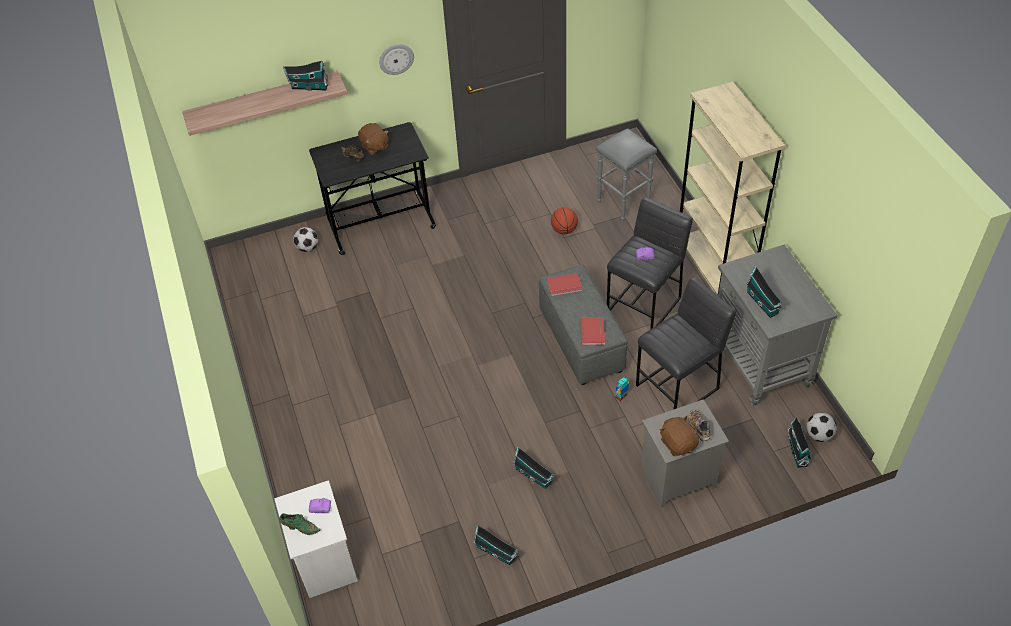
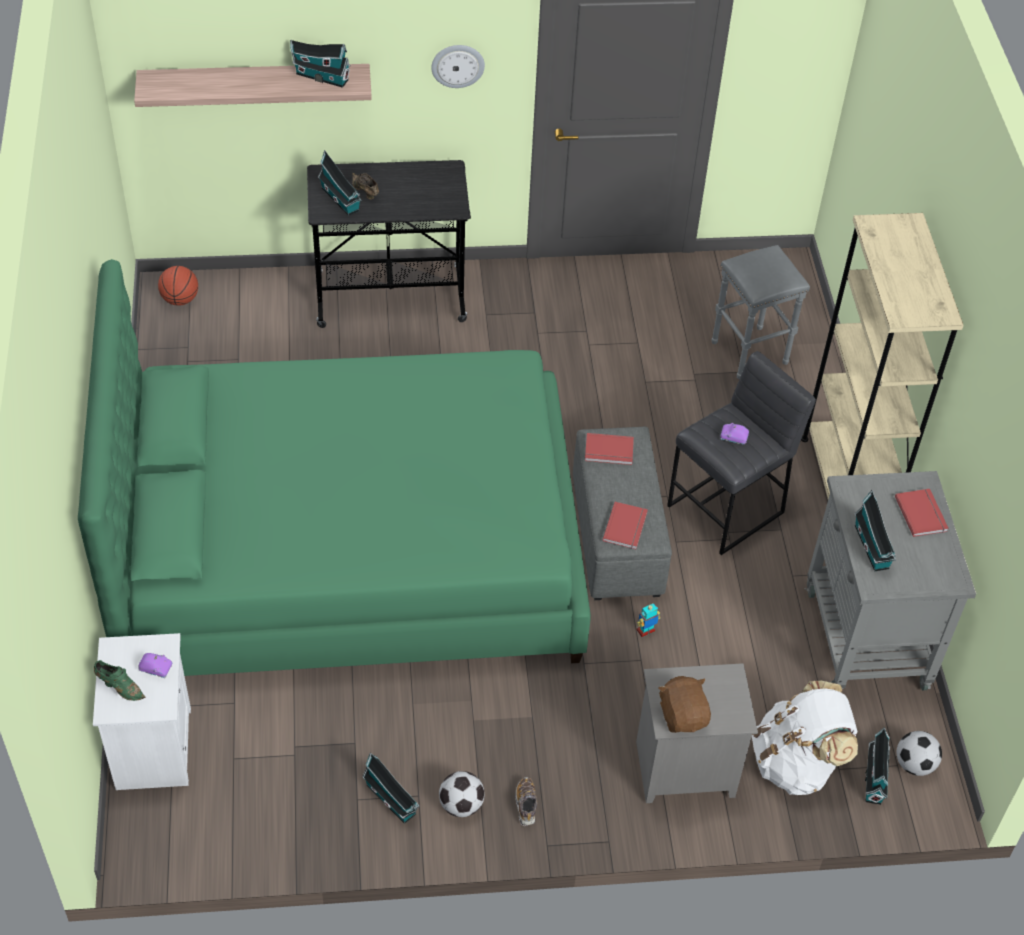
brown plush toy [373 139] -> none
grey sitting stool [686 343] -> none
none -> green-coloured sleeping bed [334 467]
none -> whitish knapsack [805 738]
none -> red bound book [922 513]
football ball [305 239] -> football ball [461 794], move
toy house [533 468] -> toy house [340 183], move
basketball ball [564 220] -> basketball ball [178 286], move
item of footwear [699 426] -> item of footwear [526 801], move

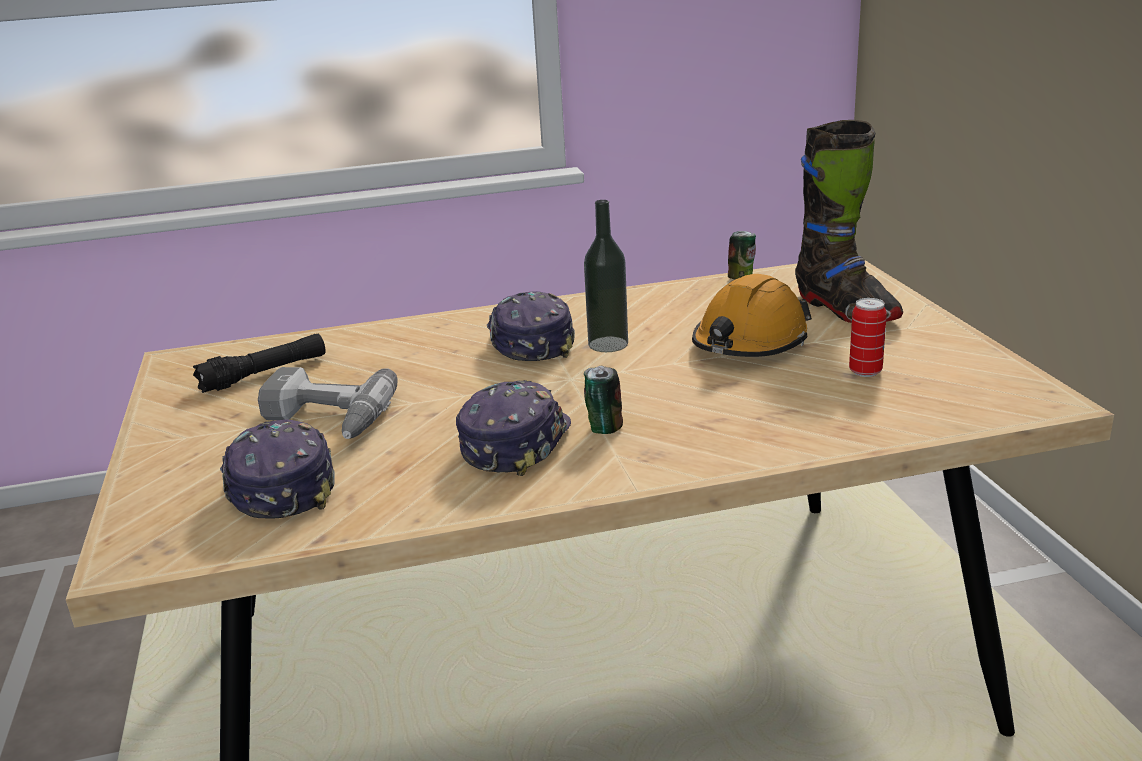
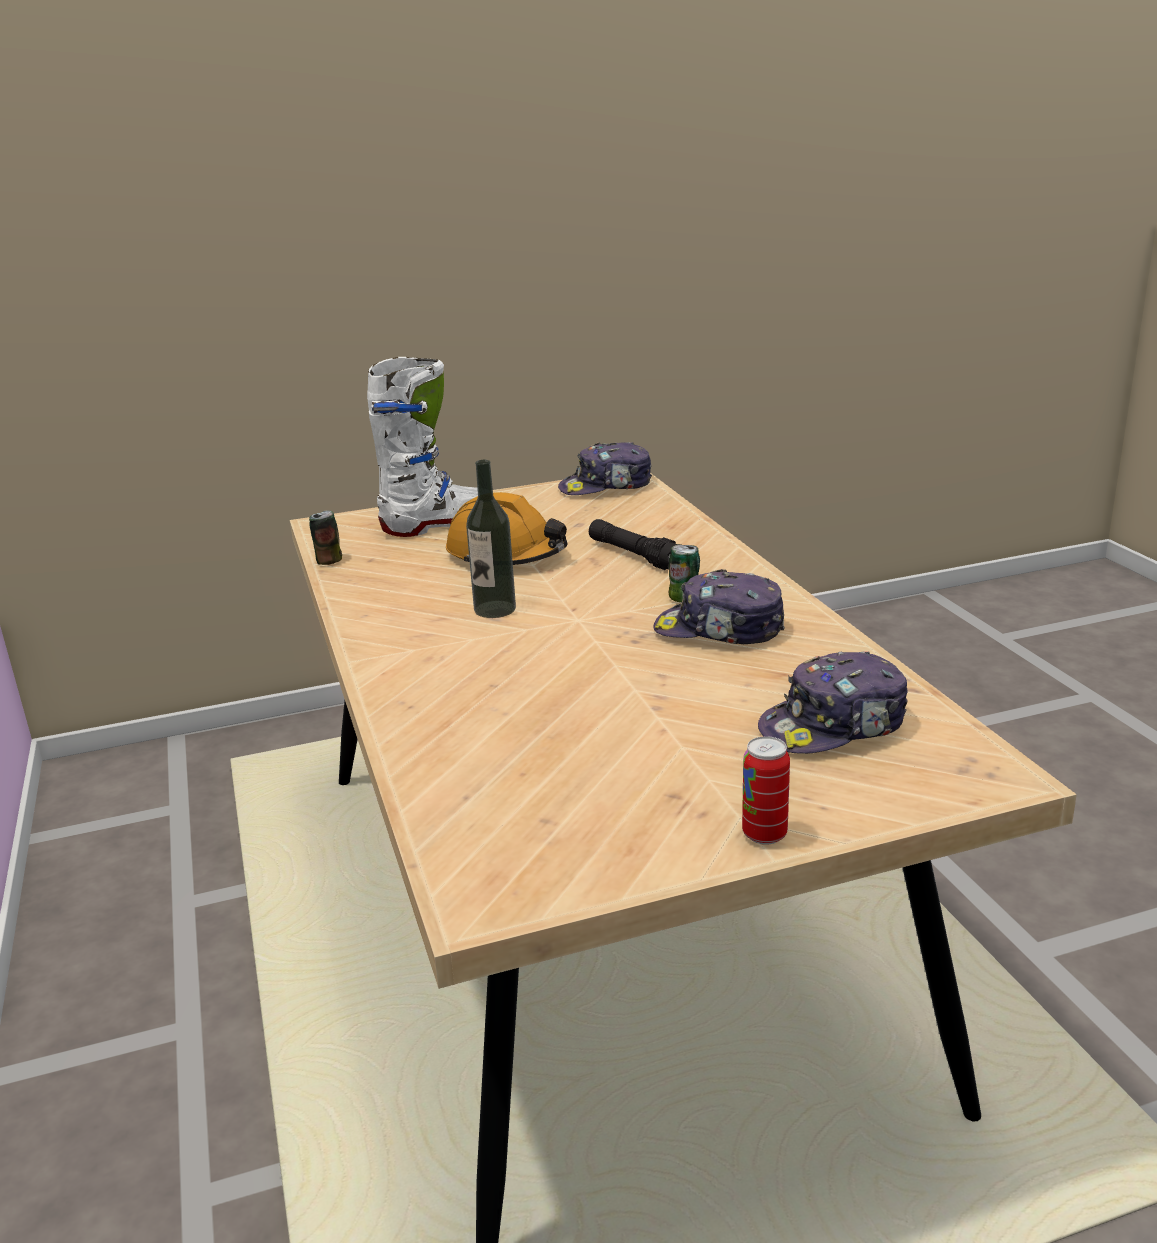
power drill [328 403] -> none
black-coloured hand torch [259 363] -> black-coloured hand torch [632 544], move
baseball cap [531 326] -> baseball cap [605 468], move
metal can [868 337] -> metal can [766 790], move
black-coloured tall boot [849 221] -> whitish tall boot [422 447]

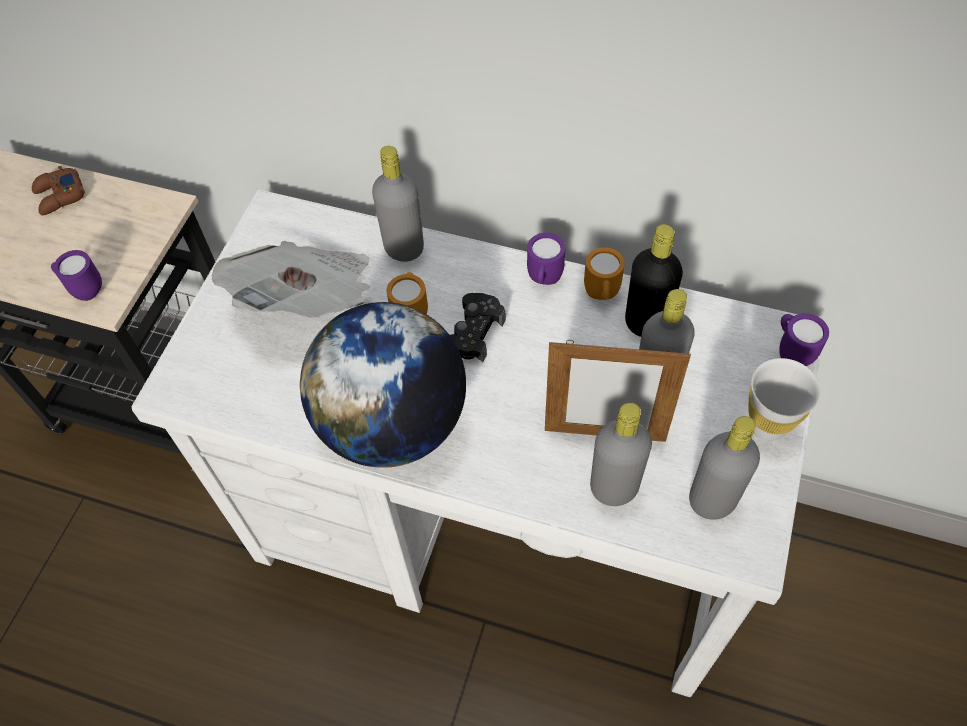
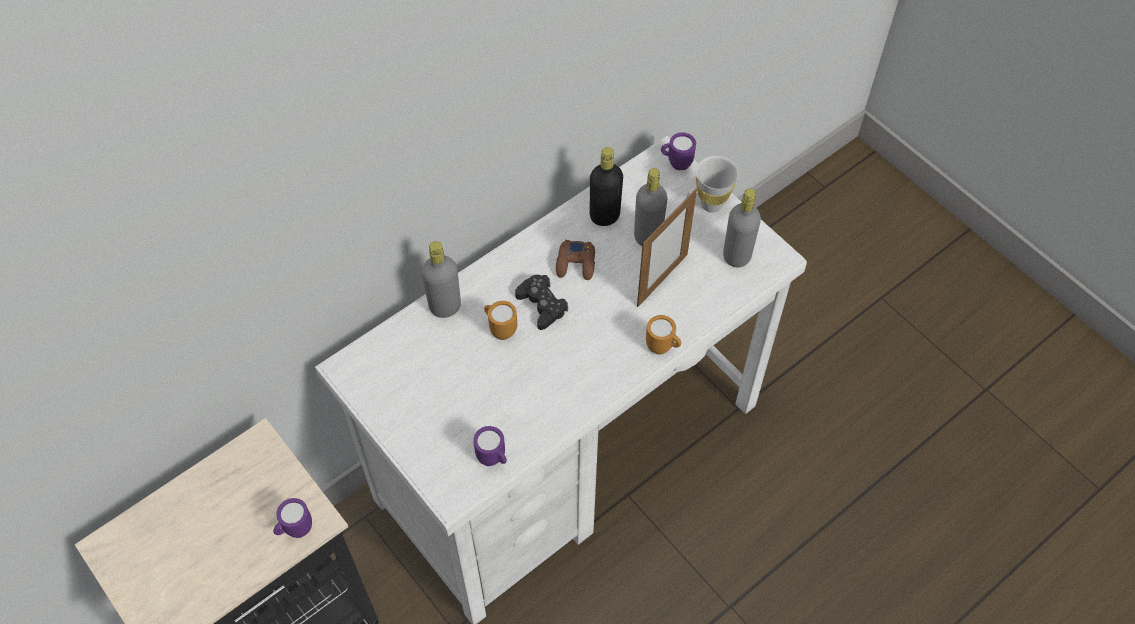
newspaper [291 279] -> none
world globe [383 385] -> none
grey drink bottle [621 454] -> none
brown game controller [58 190] -> brown game controller [575 260], move
purple-coloured tea mug [546 258] -> purple-coloured tea mug [490 446], move
orange tea mug [604 273] -> orange tea mug [663 335], move

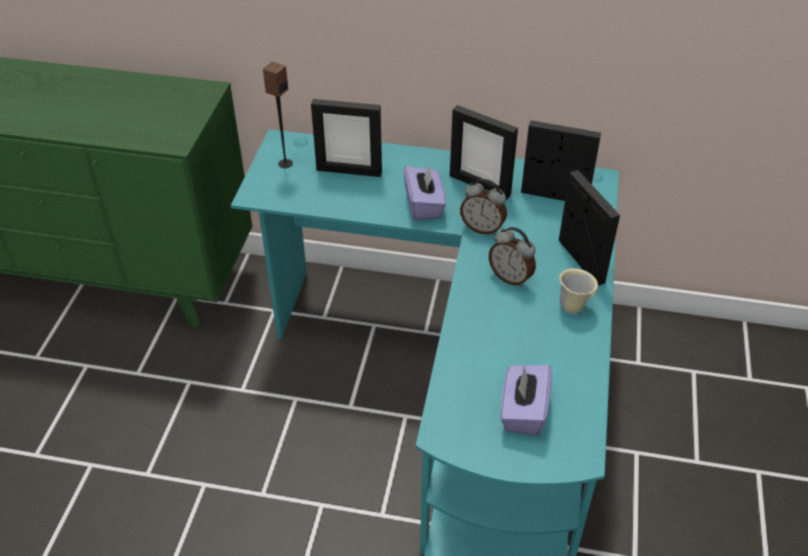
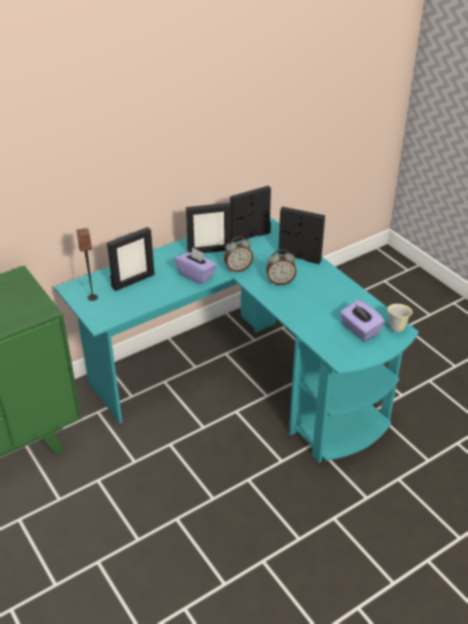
beige-coloured tea mug [578 291] -> beige-coloured tea mug [400 318], move

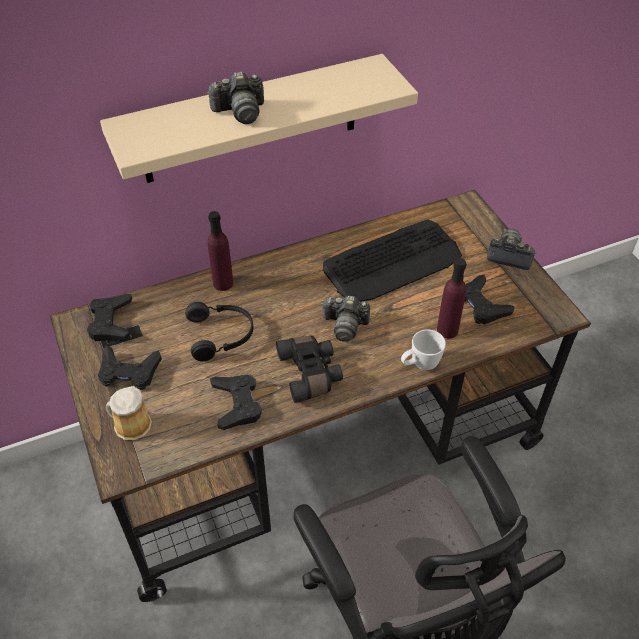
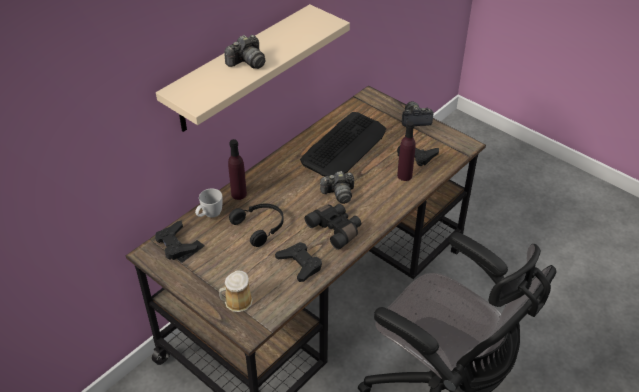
black-coloured game controller [130 368] -> none
whitish tea mug [423 349] -> whitish tea mug [209 202], move

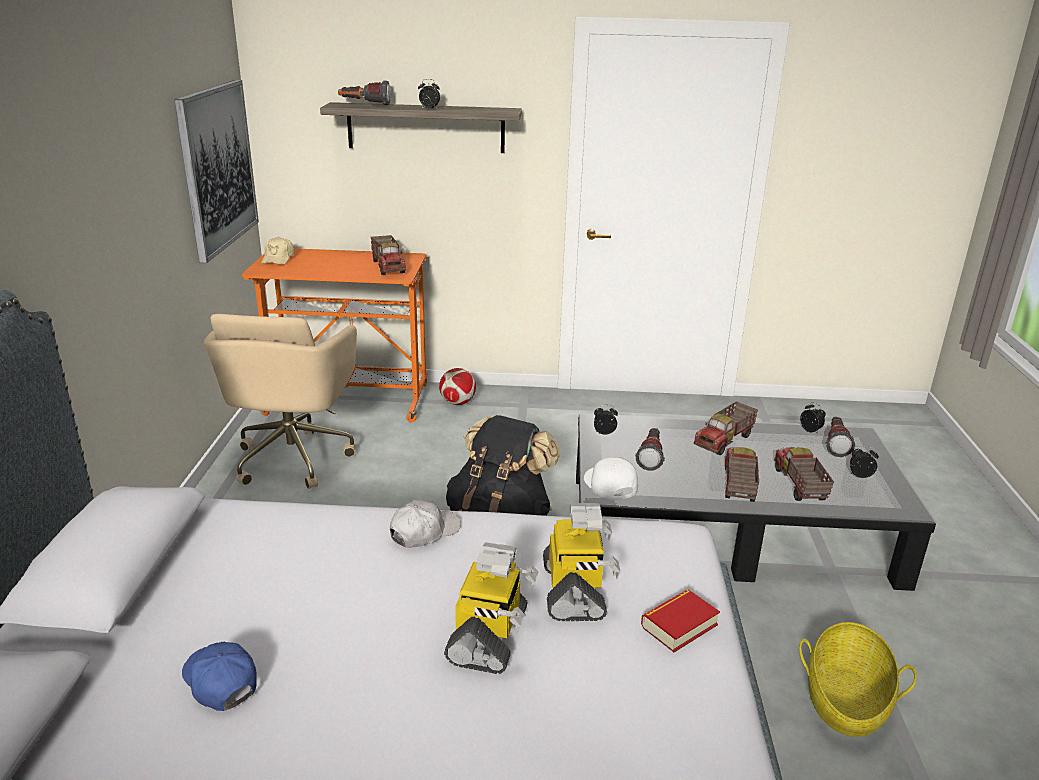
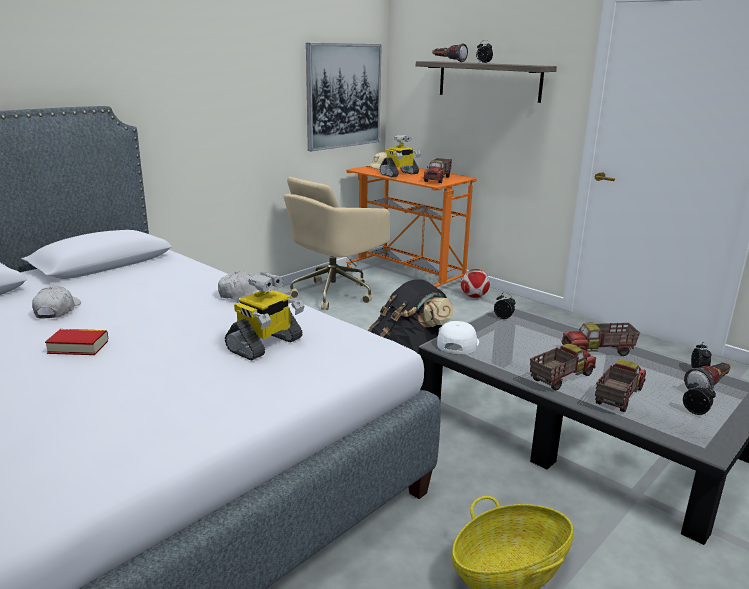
hand torch [650 449] -> none
model robot [491 608] -> model robot [400 156], move
bound book [680 620] -> bound book [77 342], move
blue baseball cap [219 676] -> whitish baseball cap [56 302]

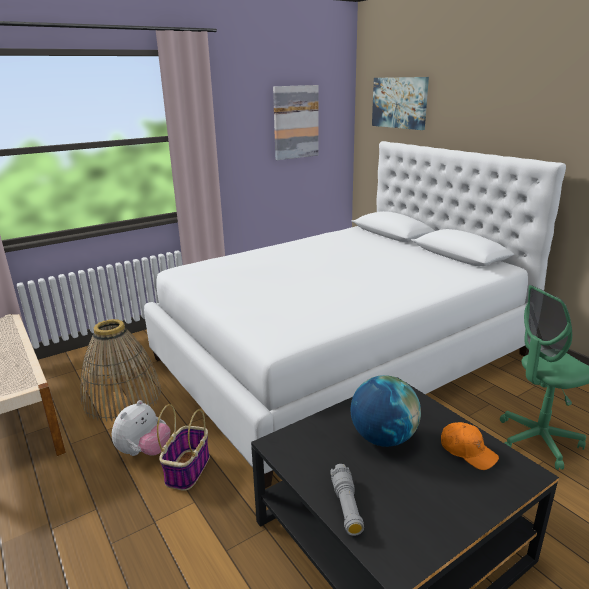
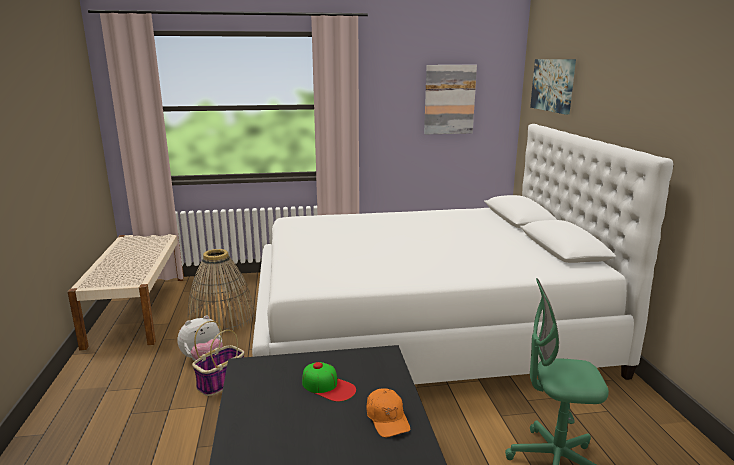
grey hand torch [347 500] -> none
world globe [385 411] -> baseball cap [329 382]

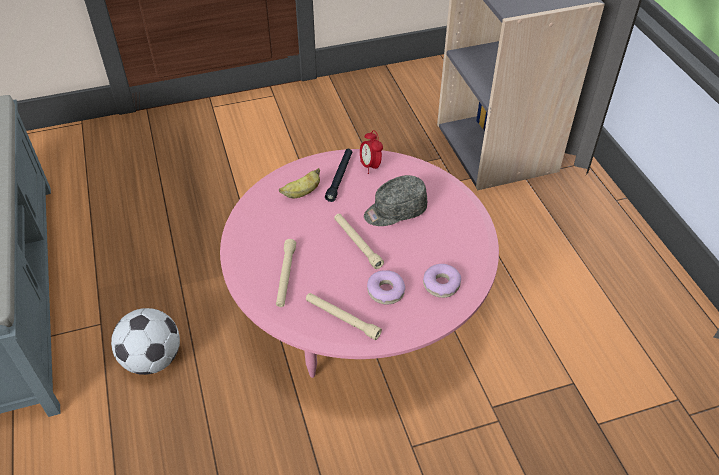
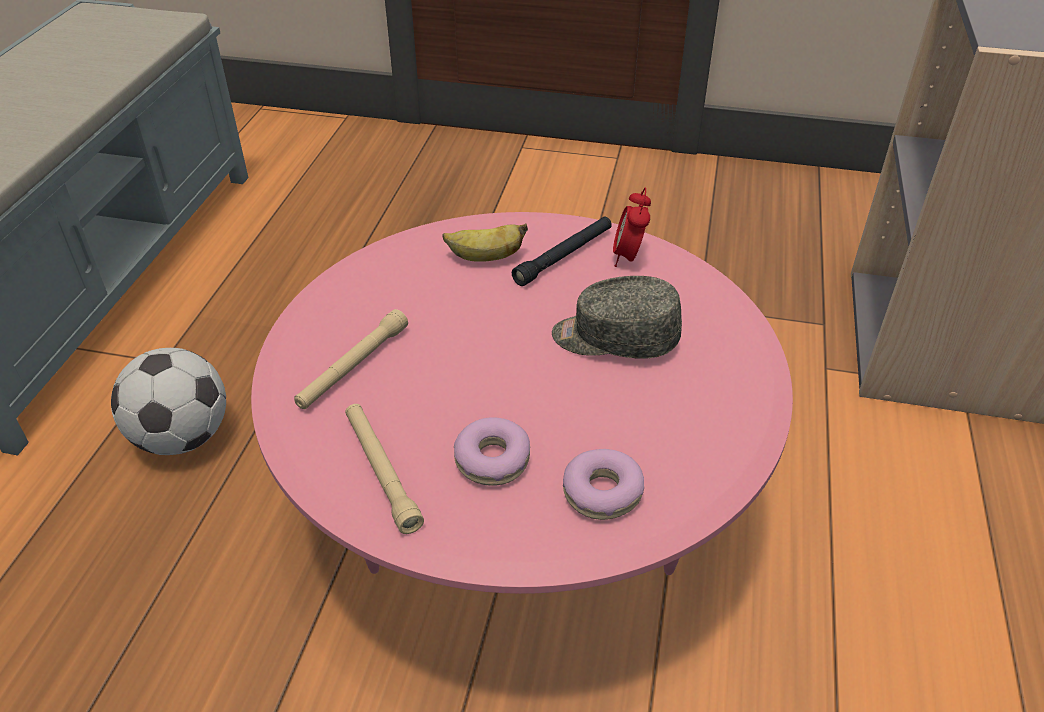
beige-coloured hand torch [359 241] -> none

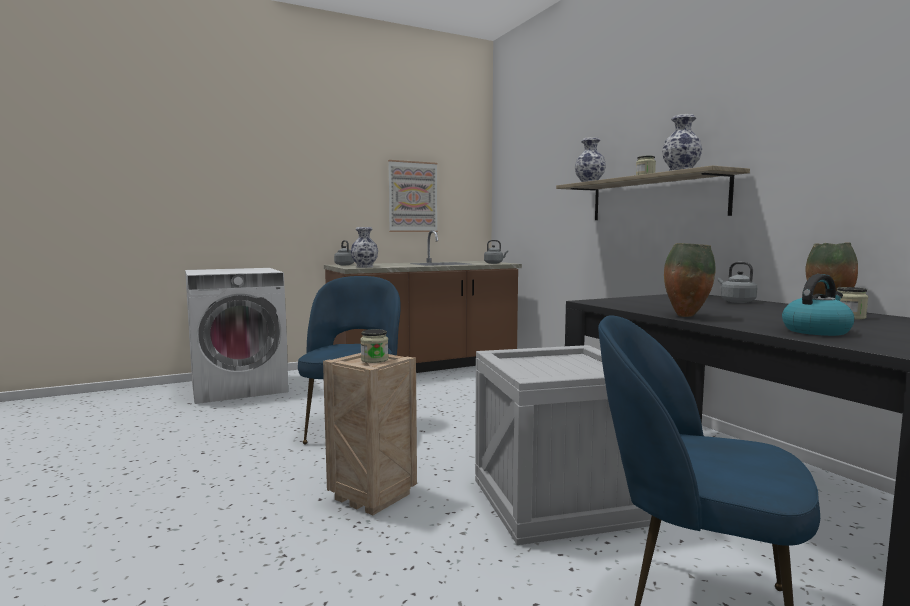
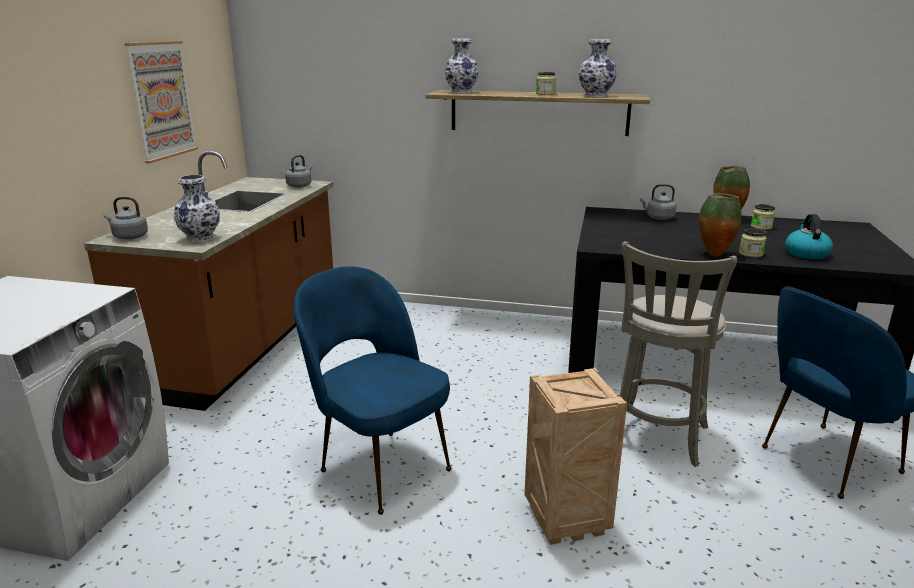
preserve jar [374 346] -> preserve jar [752 243], move
packing crate [563 445] -> grey sitting stool [678 354]

